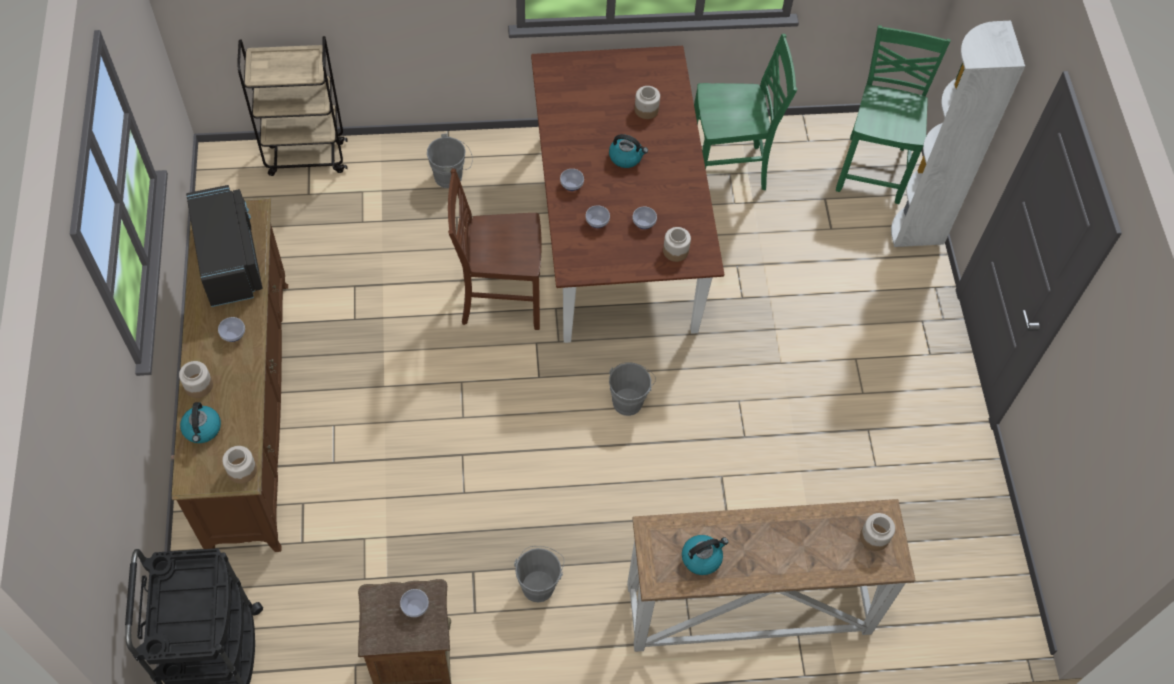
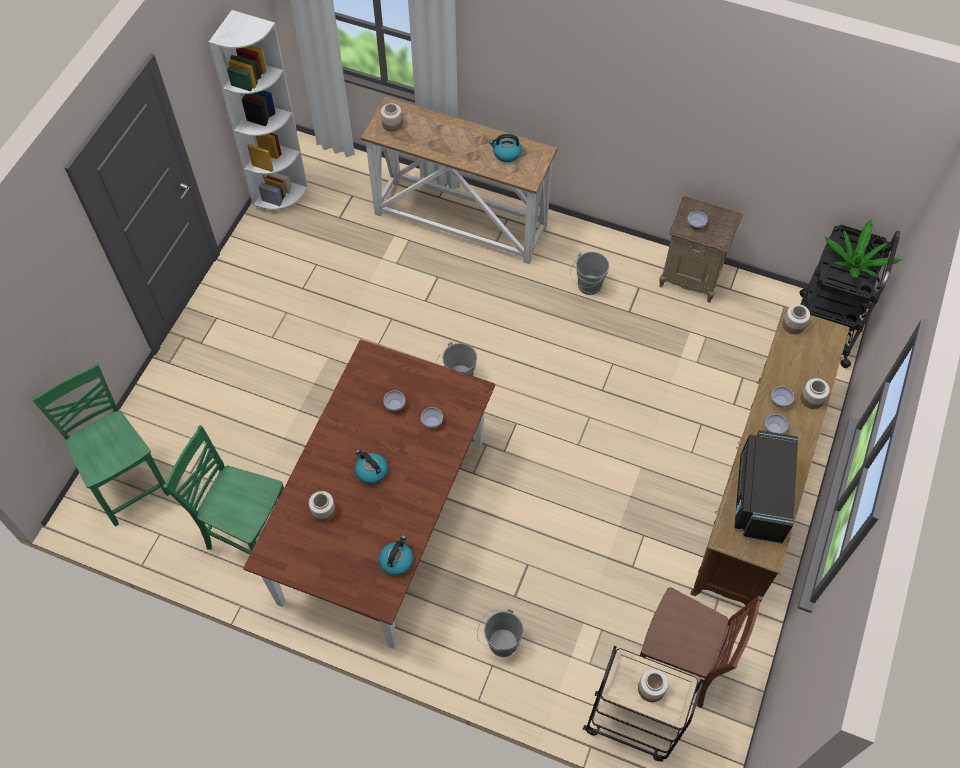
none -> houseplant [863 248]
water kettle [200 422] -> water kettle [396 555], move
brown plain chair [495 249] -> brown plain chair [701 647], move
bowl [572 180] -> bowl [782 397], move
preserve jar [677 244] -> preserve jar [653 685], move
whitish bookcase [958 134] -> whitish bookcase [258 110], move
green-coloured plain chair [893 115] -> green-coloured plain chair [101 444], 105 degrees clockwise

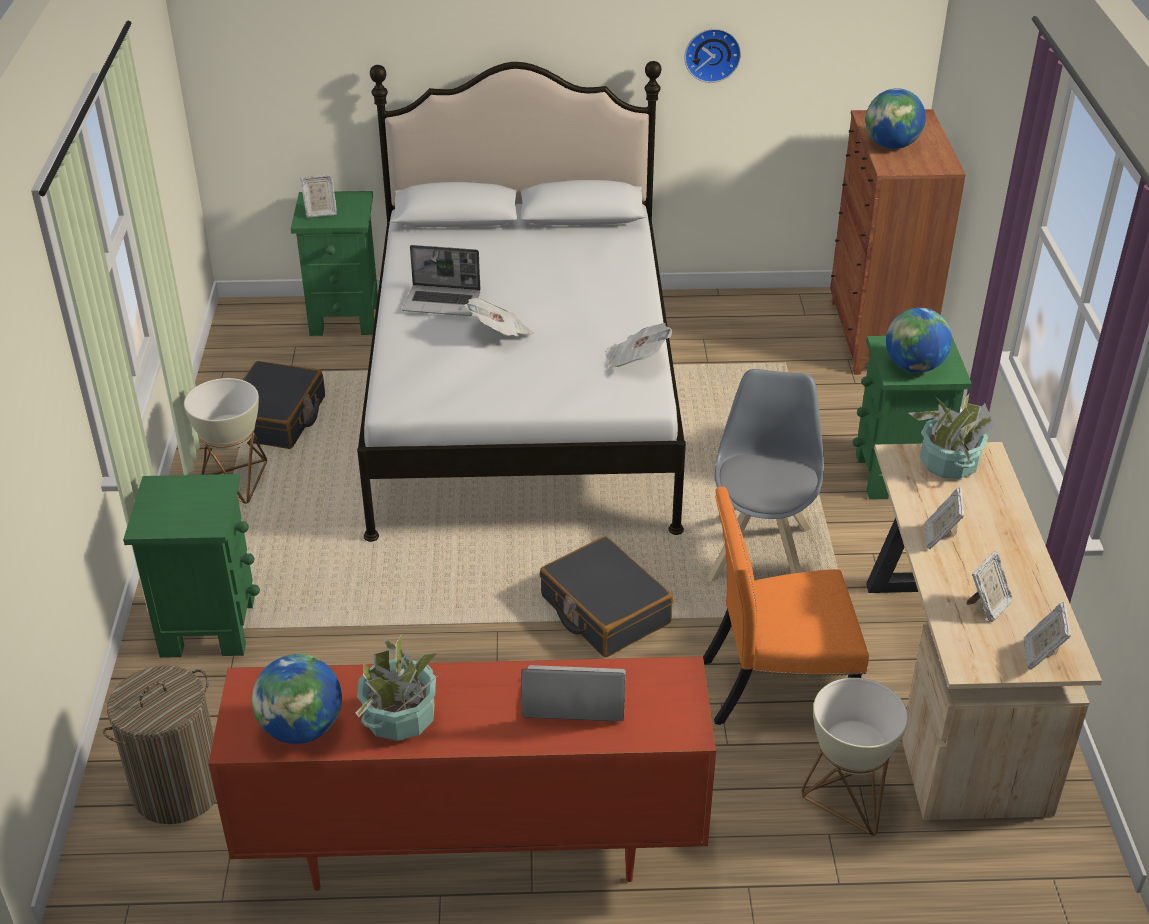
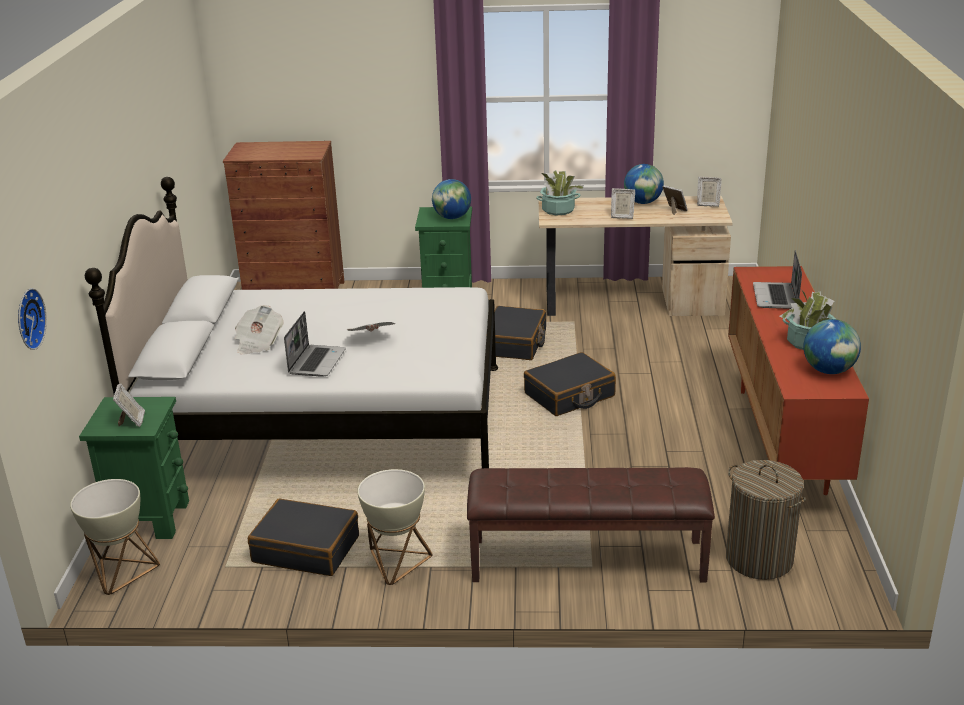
orange plain chair [786 605] -> none
newspaper [638 346] -> newspaper [259 329], move
wall clock [712 56] -> wall clock [32 319], move
flower pot [854 756] -> flower pot [115 537], move
world globe [896 118] -> world globe [644 184], move
green-coloured night table [191 566] -> brown indoor bench [591 524]
grey plain chair [765 475] -> black-coloured travel case [516 333]

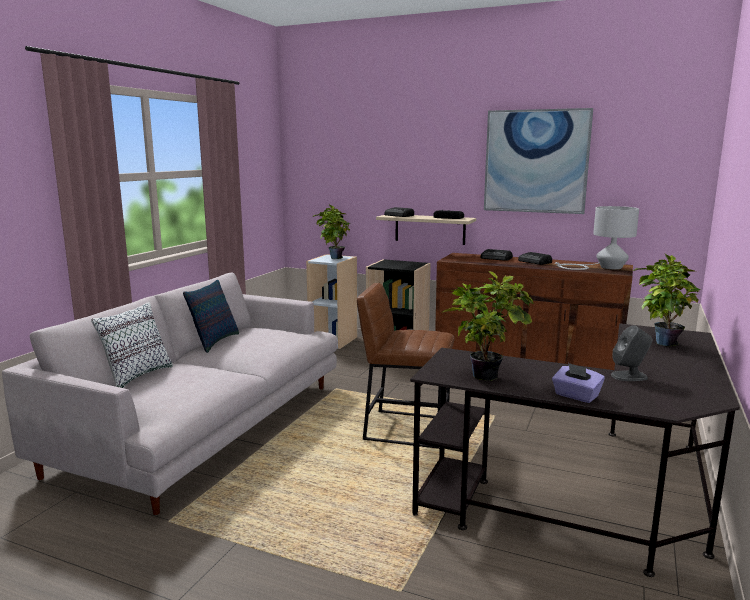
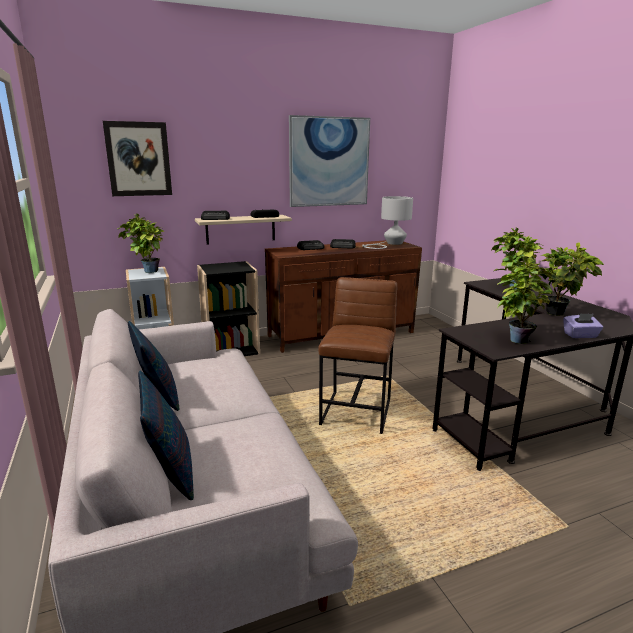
none -> picture [137 158]
grey loudspeaker [632 353] -> houseplant [572 279]
whitish cushion [132 345] -> blue cushion [166 435]
brown plain chair [405 366] -> brown plain chair [357 355], 135 degrees clockwise

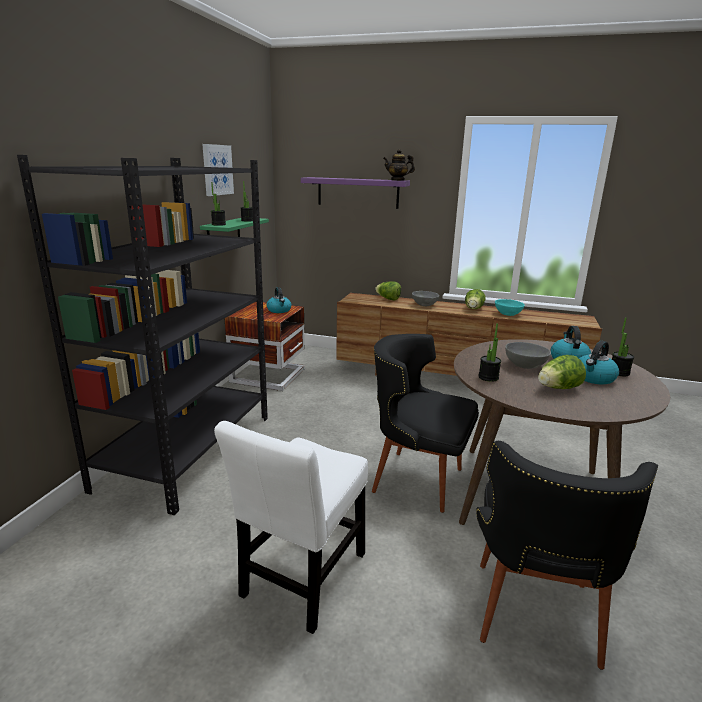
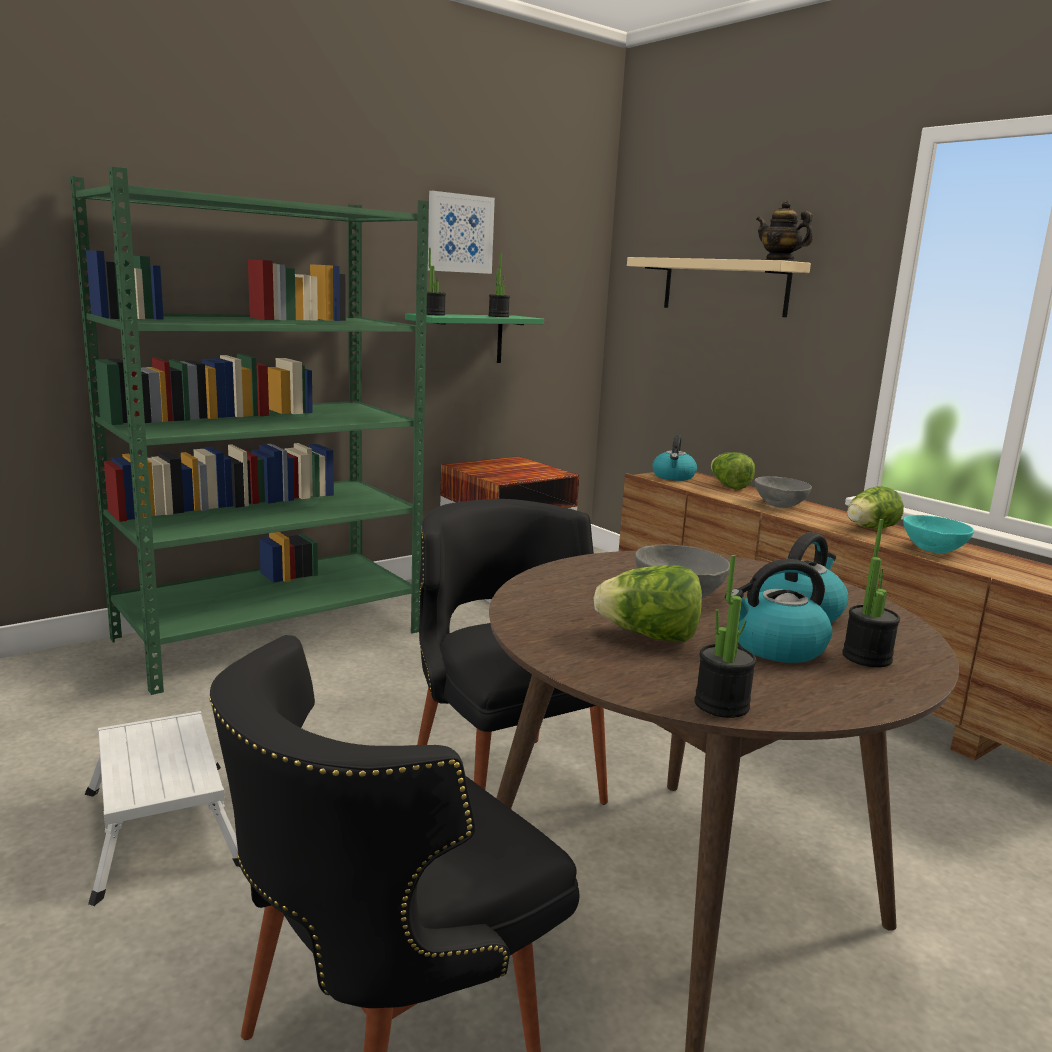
water kettle [279 300] -> water kettle [674 458], move
houseplant [489 352] -> houseplant [725 636], move
whitish plain chair [291 527] -> whitish stepladder [162 808]
black-coloured bookcase [142 335] -> green-coloured bookcase [249 431]
purple-coloured shelf [355 193] -> beige-coloured shelf [719 287]

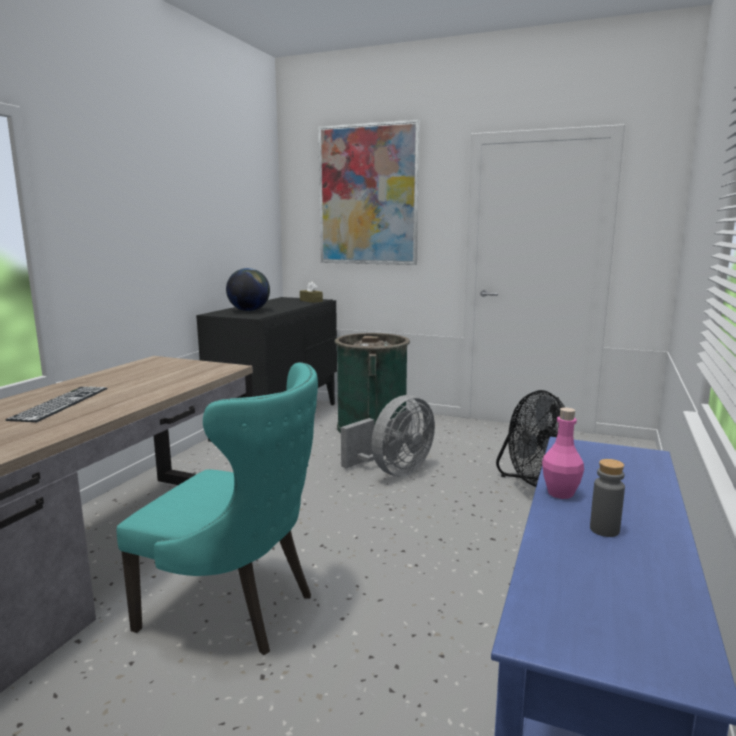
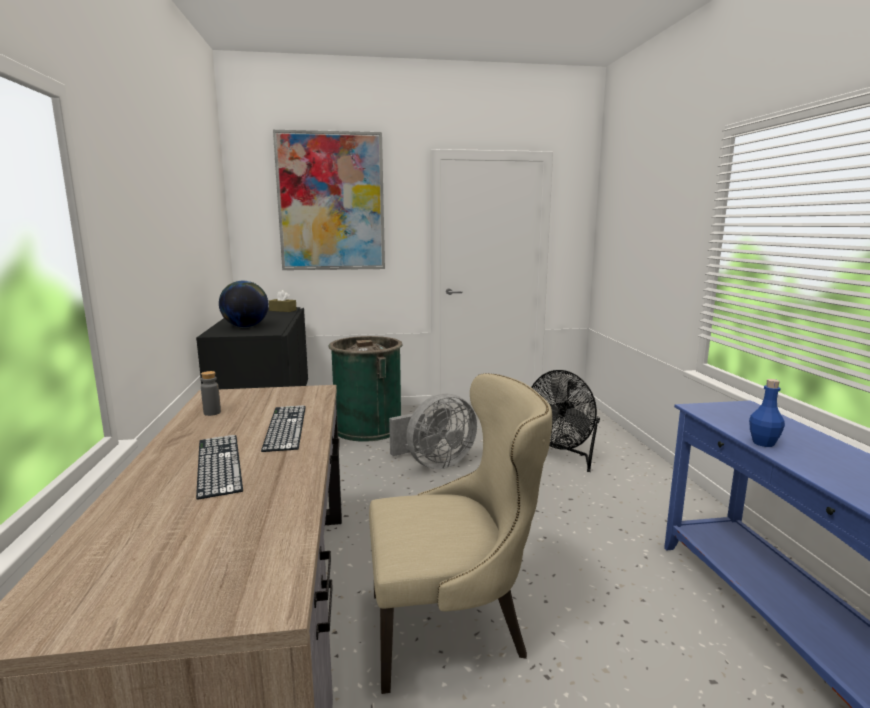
none -> keyboard [283 428]
grey drink bottle [607 498] -> grey drink bottle [211 393], move
turquoise-coloured plain chair [217 508] -> beige-coloured plain chair [460 533]
pink-coloured drink bottle [563 453] -> blue drink bottle [767 413]
grey fan [388 435] -> grey fan [433 431], 45 degrees clockwise

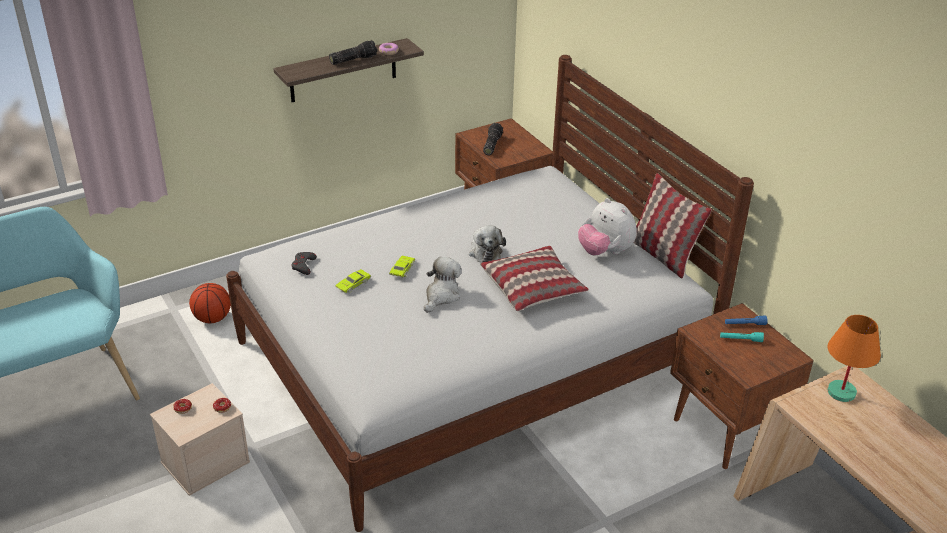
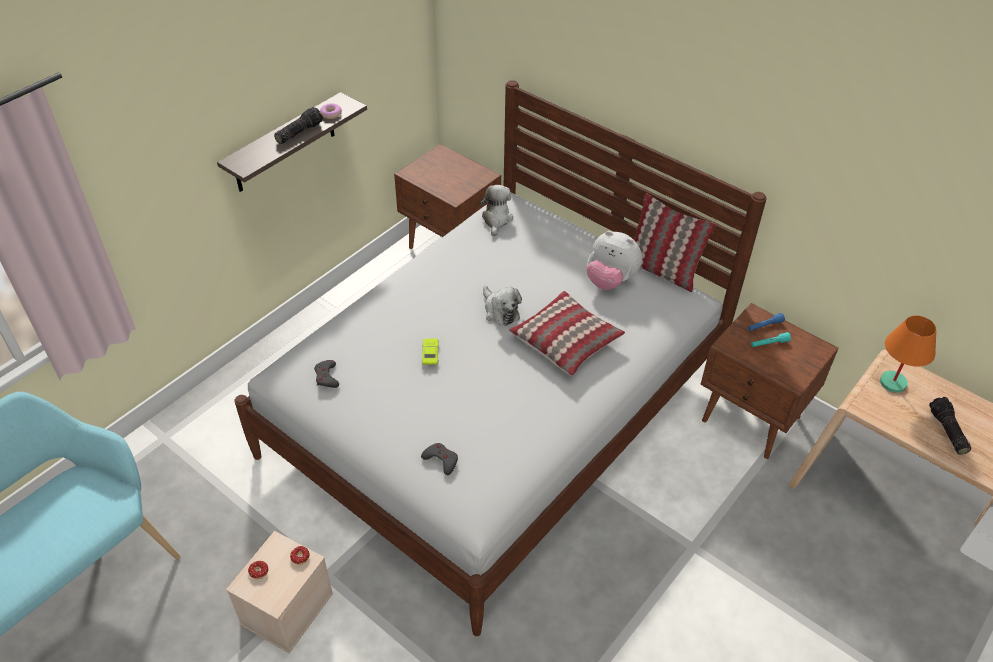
basketball ball [210 303] -> none
green-coloured miniature car [353 281] -> none
none -> grey game controller [439 459]
plush toy [442 285] -> plush toy [496 210], move
hand torch [493 139] -> hand torch [950 426], move

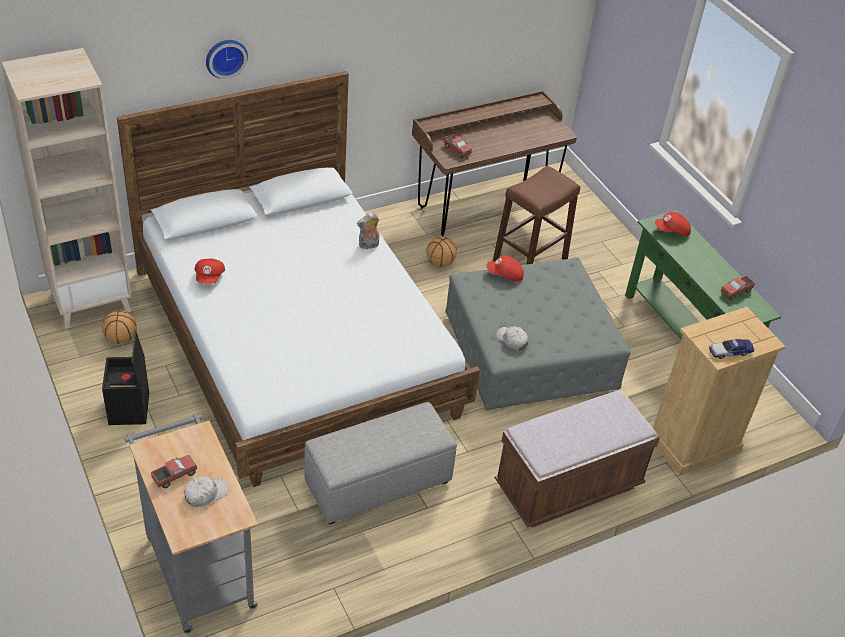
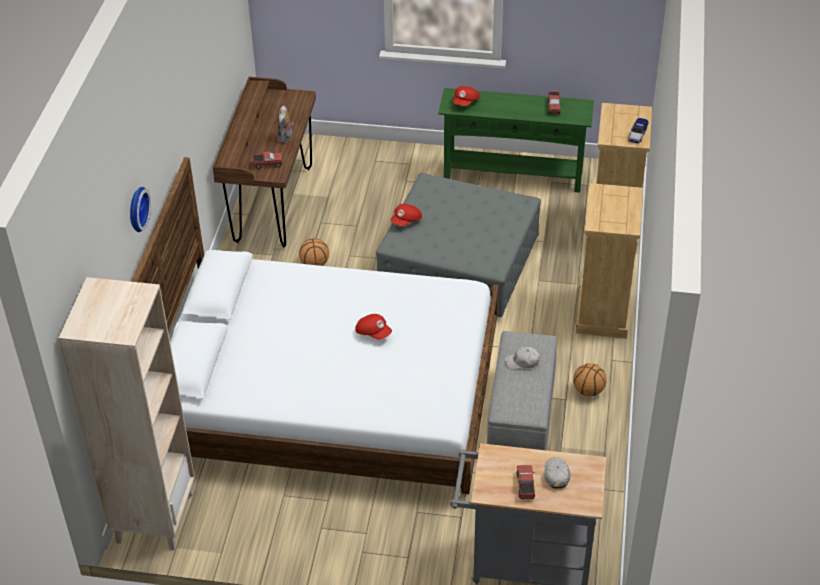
black-coloured storage bin [125 378] -> none
brown sitting stool [536 215] -> none
basketball ball [119 327] -> basketball ball [590 379], move
red baseball cap [210 271] -> red baseball cap [373 326], move
plush toy [368 231] -> plush toy [285 124], move
whitish baseball cap [512 338] -> whitish baseball cap [522 358], move
brown indoor bench [577 459] -> beige-coloured dresser [609 260]

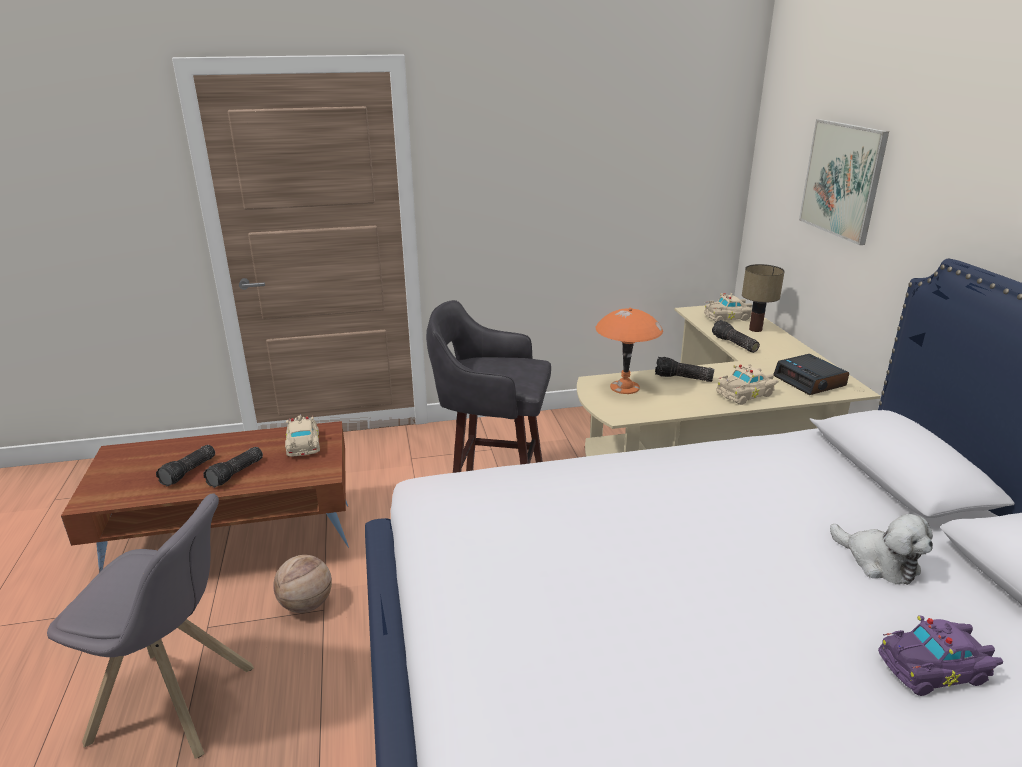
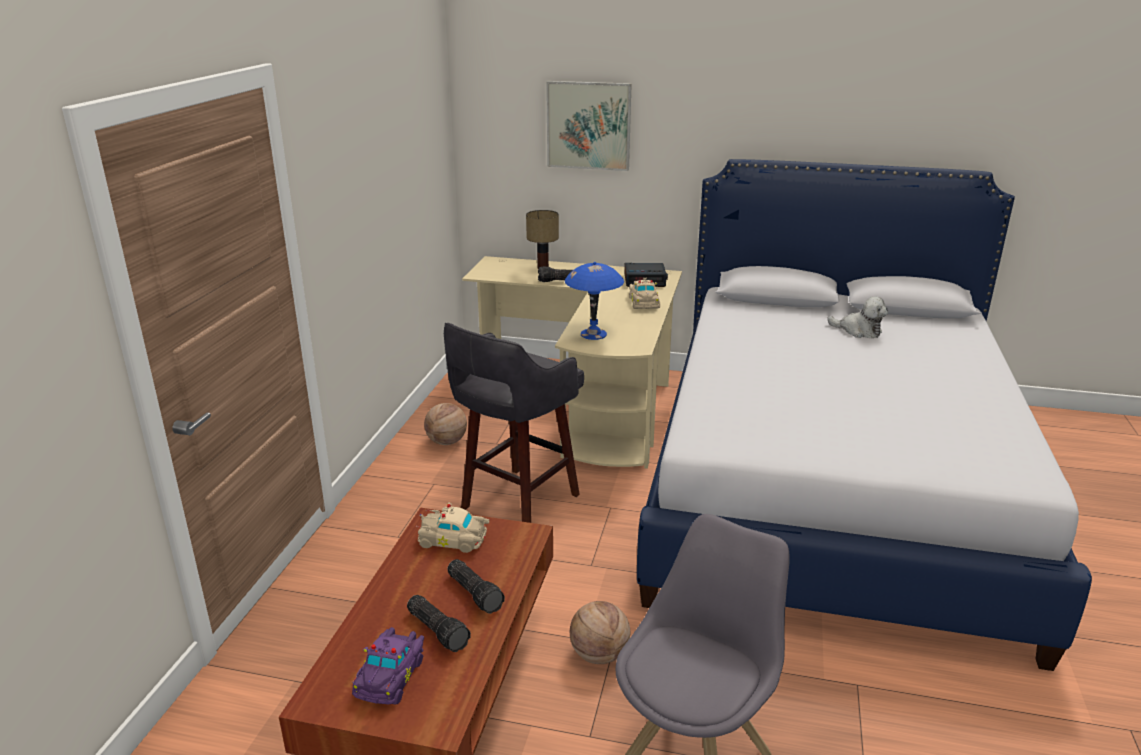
hand torch [684 369] -> none
beige-coloured miniature car [728 307] -> none
none -> basketball ball [445 424]
purple-coloured miniature car [940 655] -> purple-coloured miniature car [388 666], move
orange tabletop lamp [629 351] -> blue tabletop lamp [594 301]
plush toy [881 549] -> plush toy [857 317], 45 degrees clockwise

